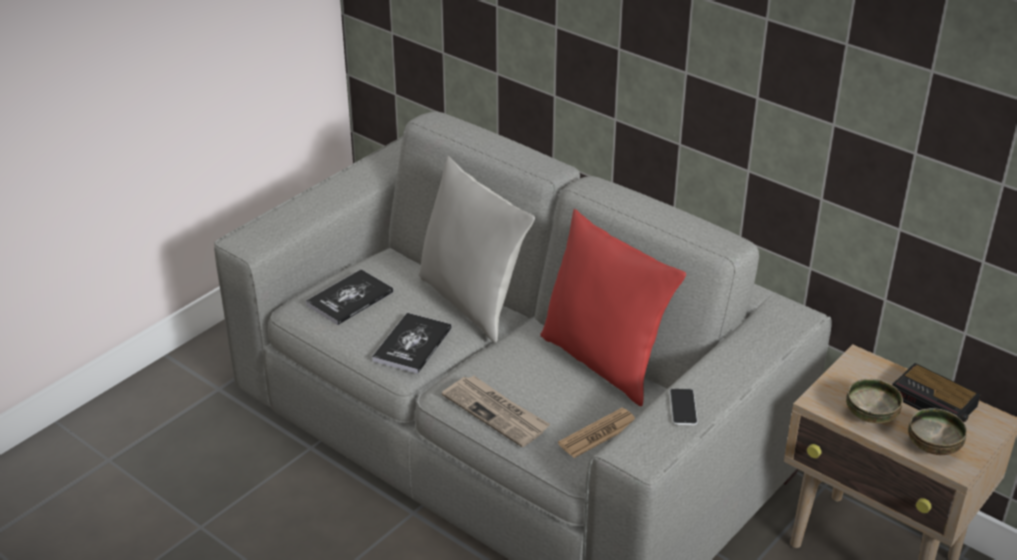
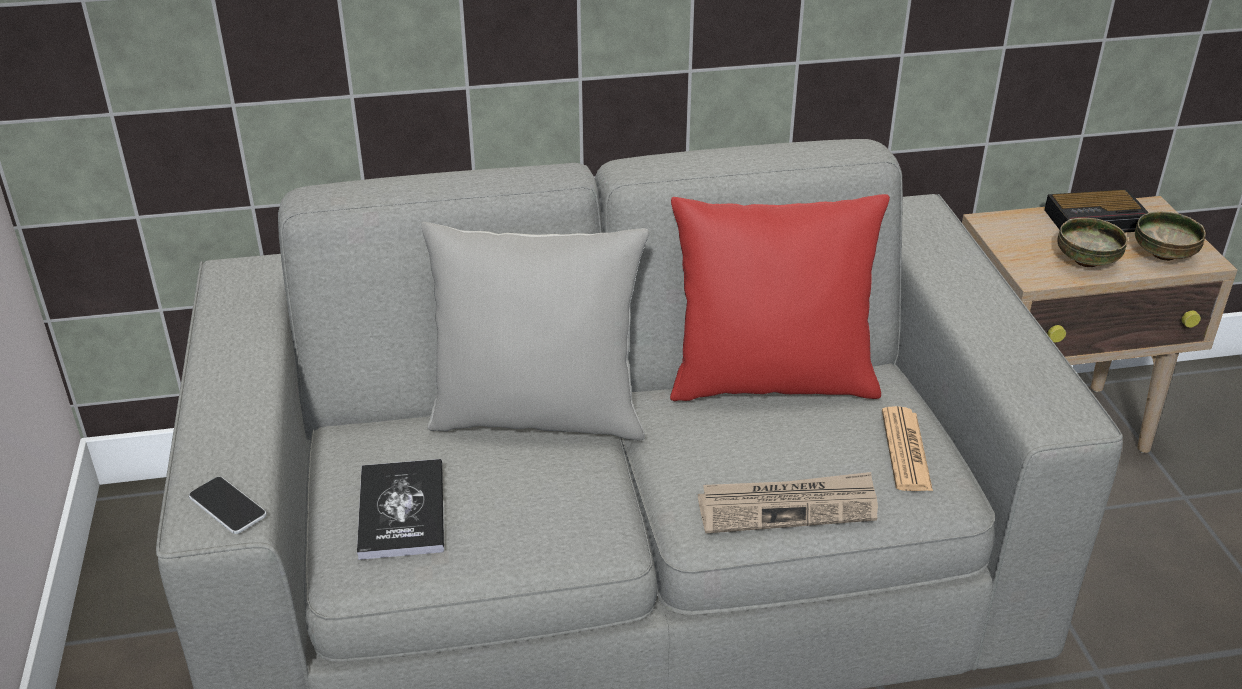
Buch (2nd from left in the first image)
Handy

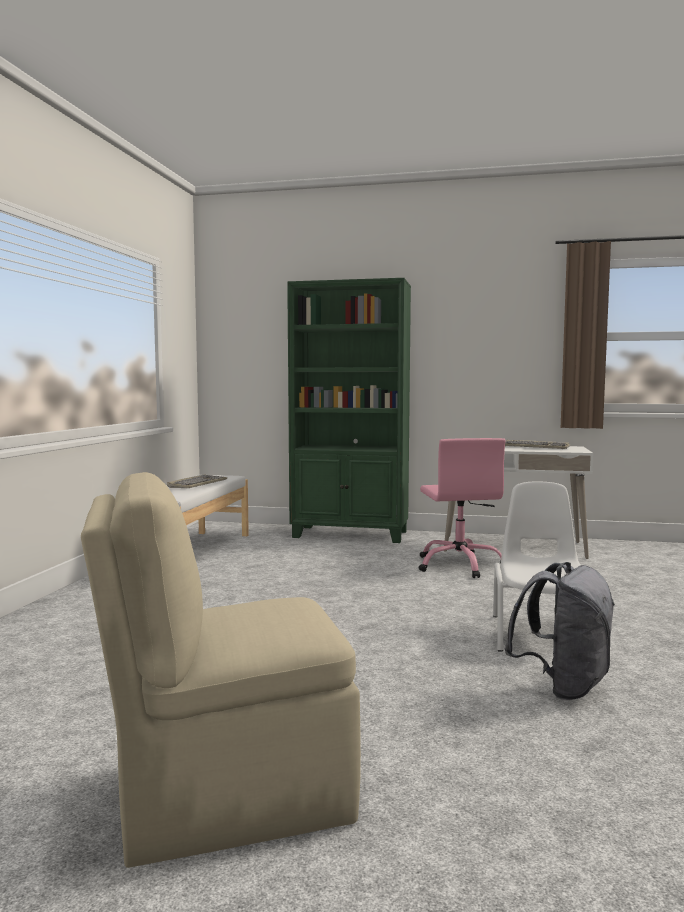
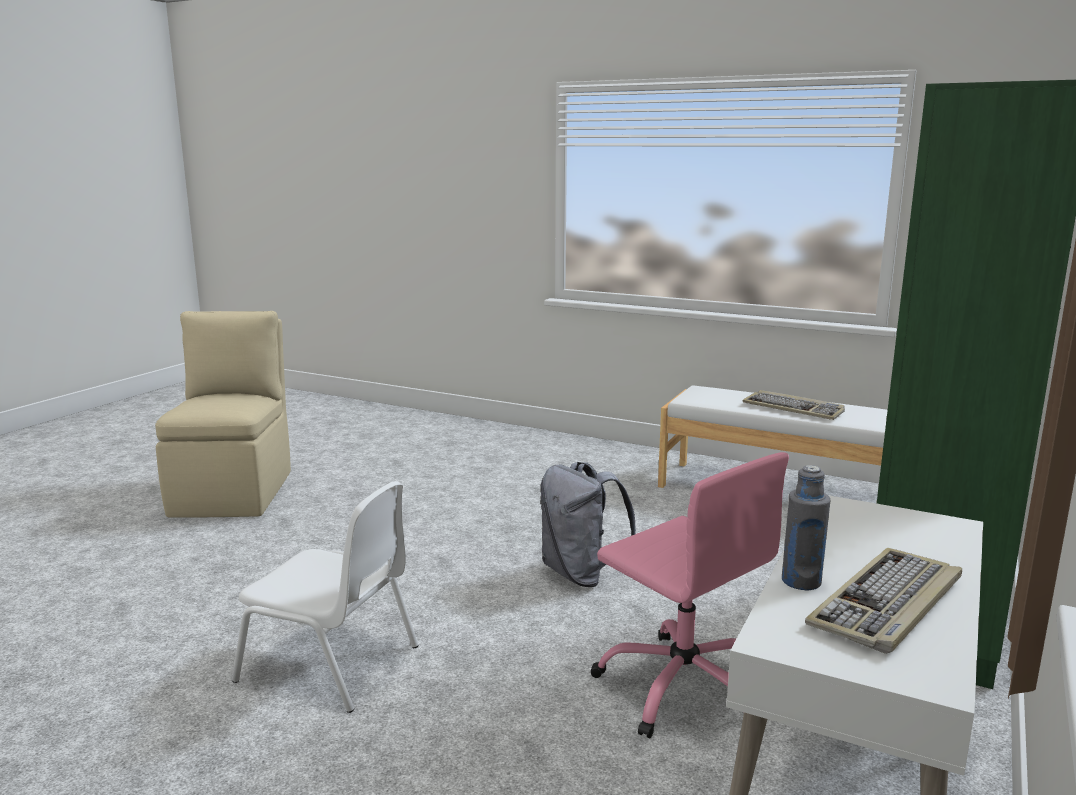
Bürostuhl (rosa)
Rucksack (grau)
Flasche (grau)

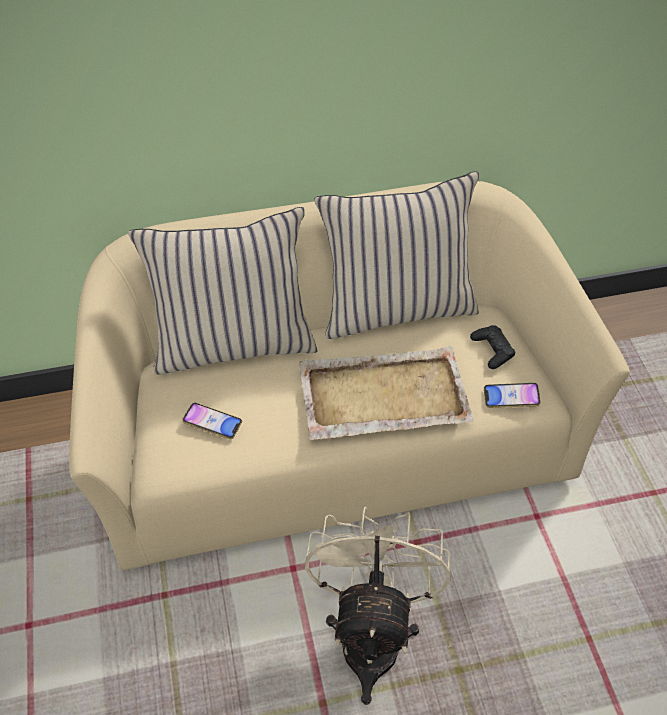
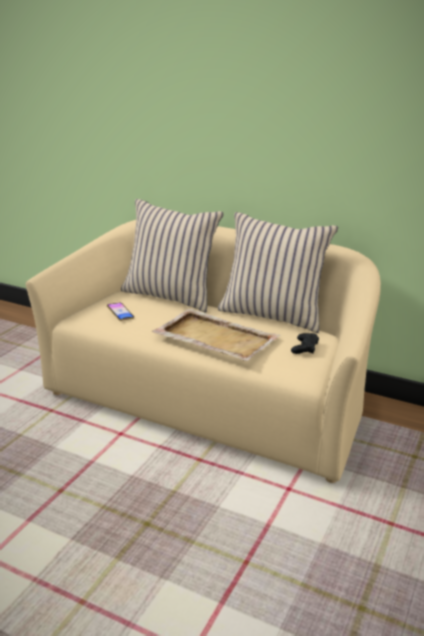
Ventilator (beige)
Handy (2nd from left in the first image)

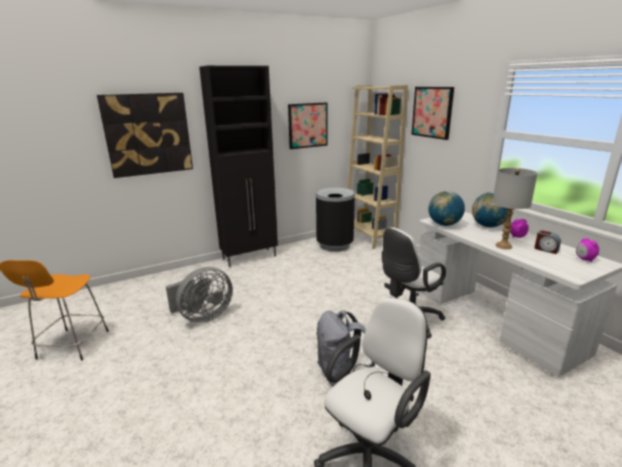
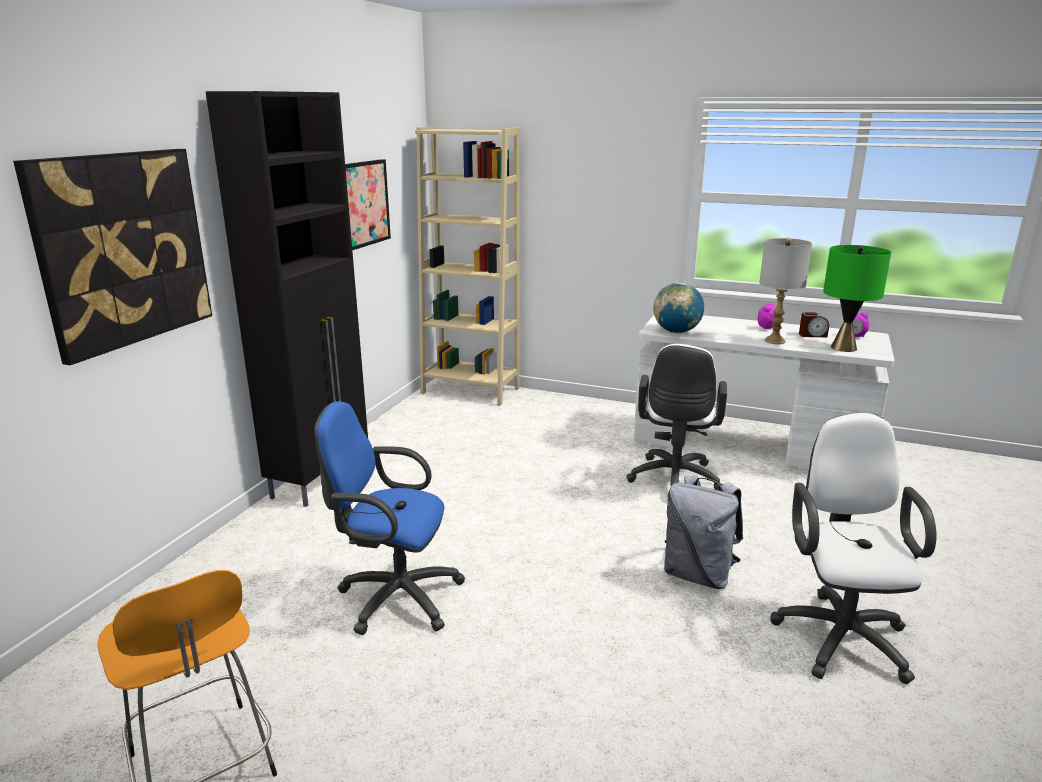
Bürostuhl (blau)
Mülleimer (schwarz)
Bild (3rd from left in the first image)
Globus (2nd from left in the first image)
Tischlampe (grün)

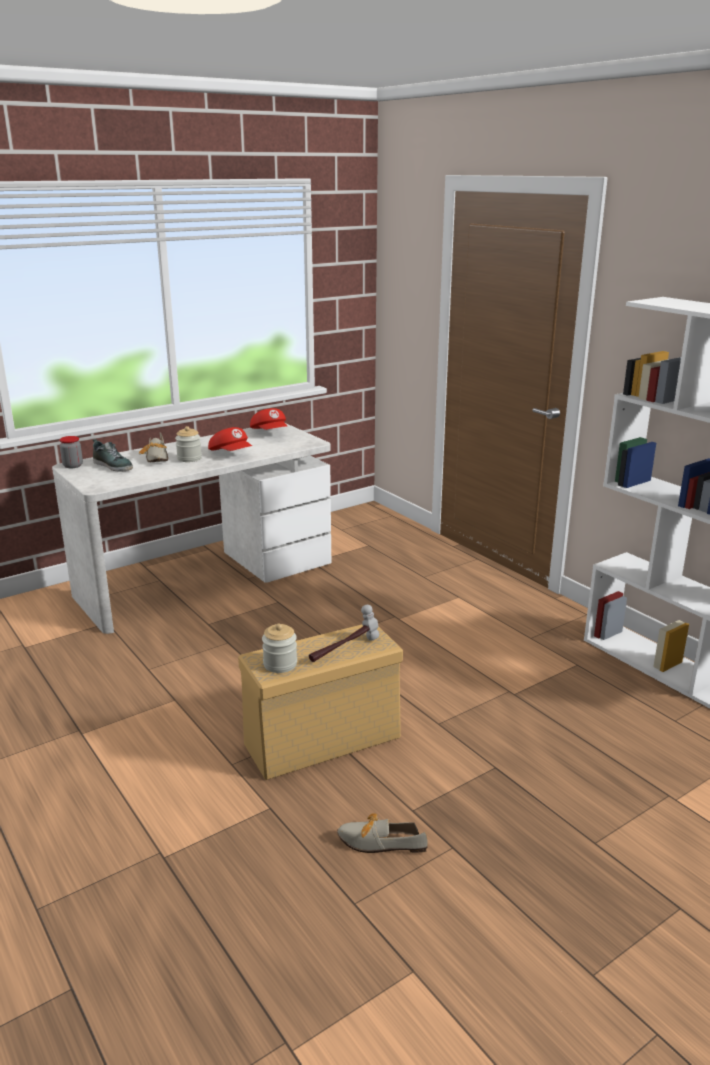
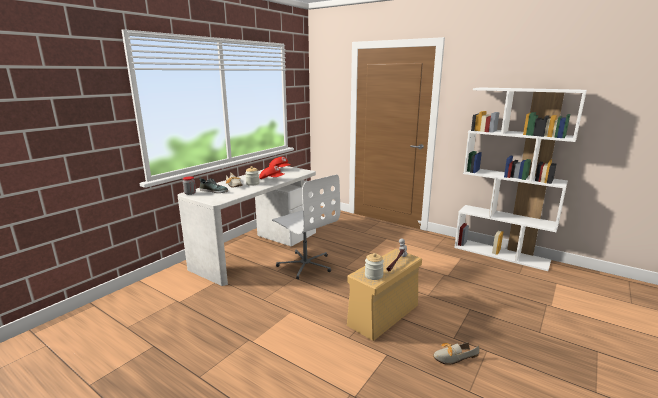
Bürostuhl (weiß)

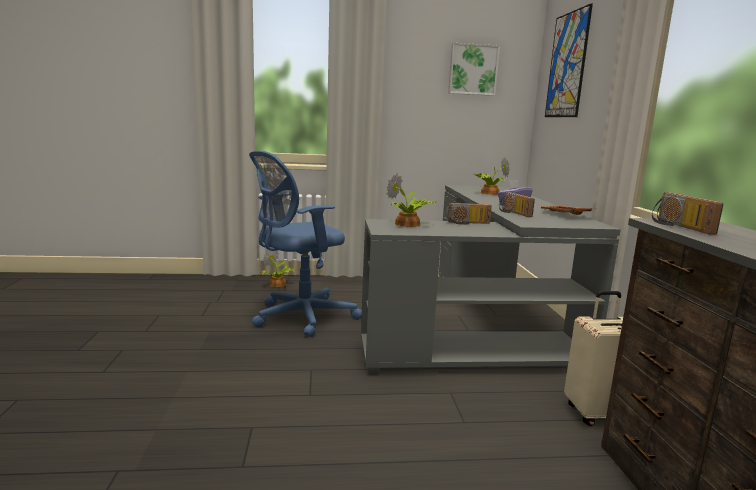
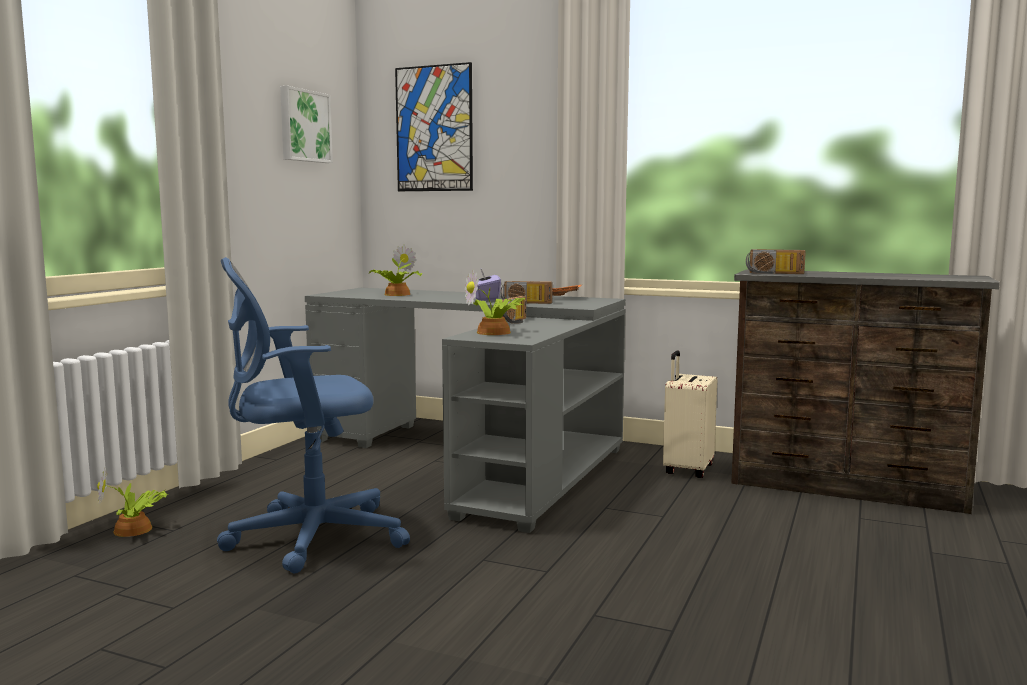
Bürostuhl (blau)

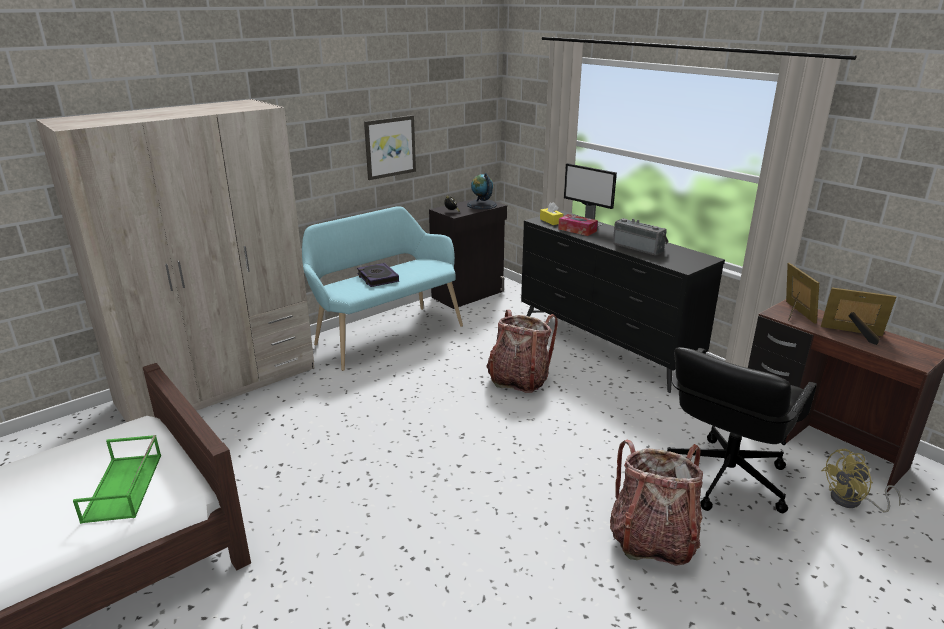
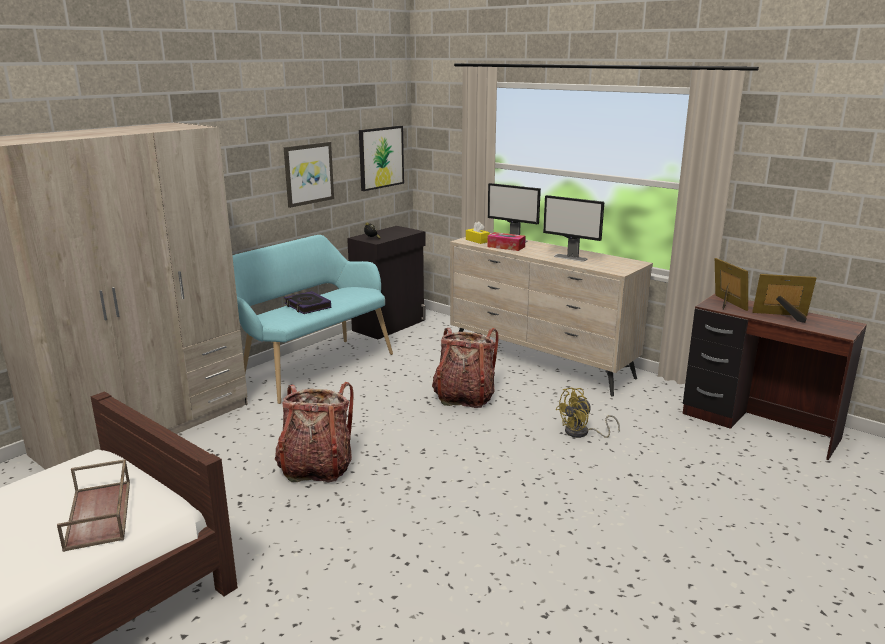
Tablett (braun)
Globus
Kommode (beige)
Rucksack (1st from left)
Monitor (2nd from left)
Bürostuhl (schwarz)
Ventilator (gelb)
Bild (2nd from left)

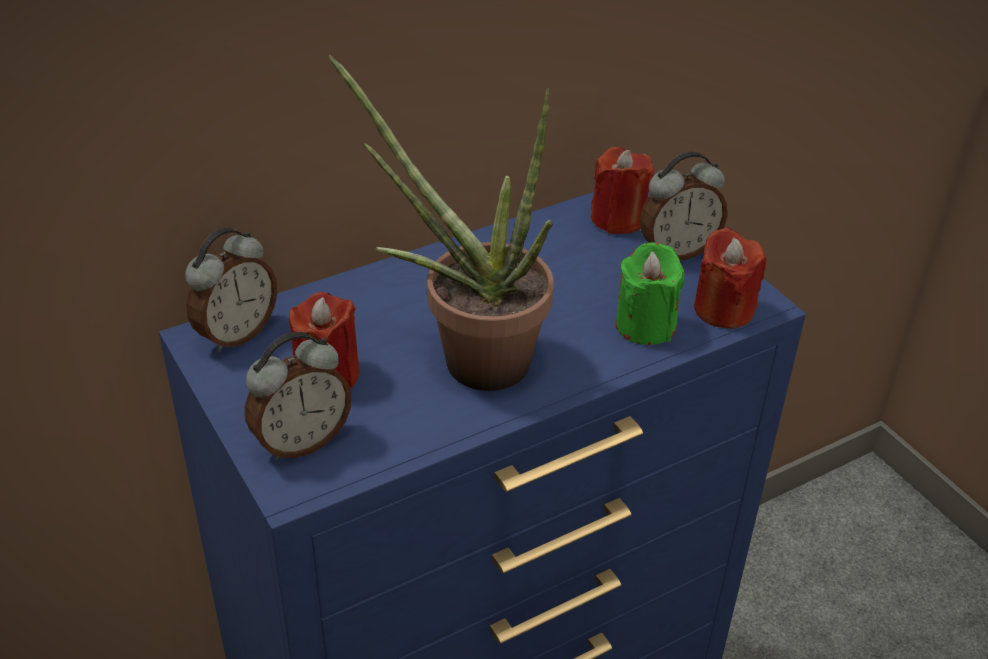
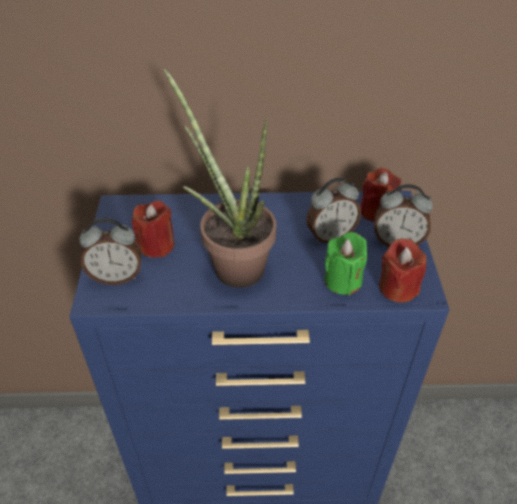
Wecker (2nd from left)

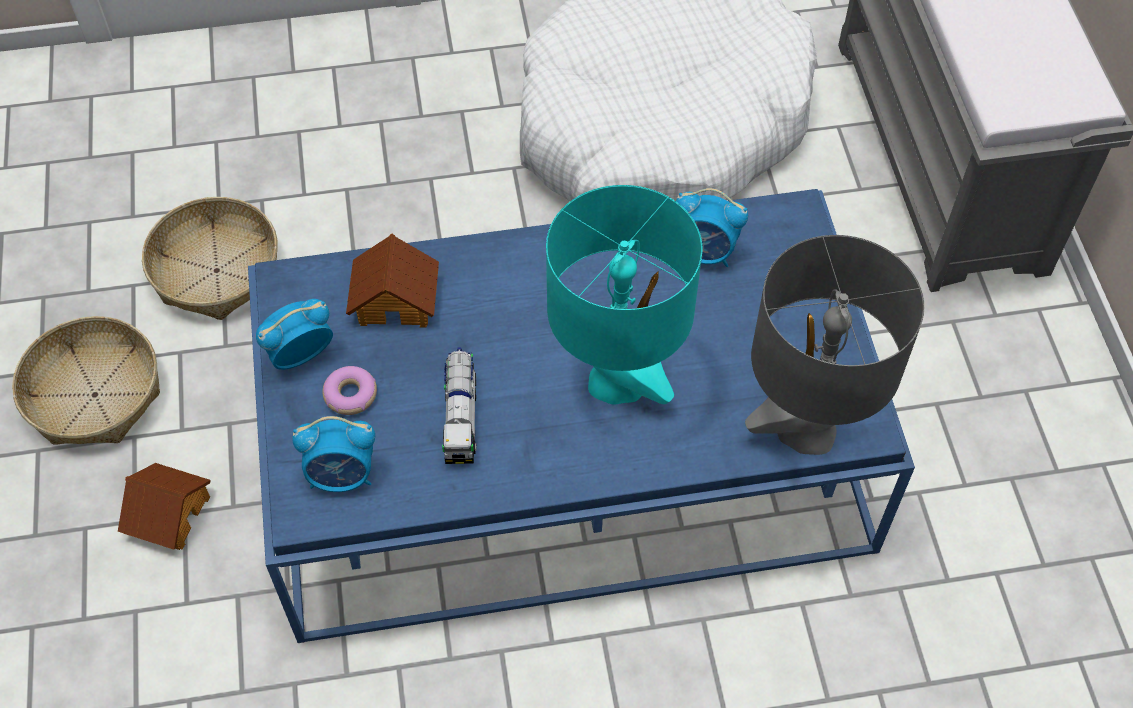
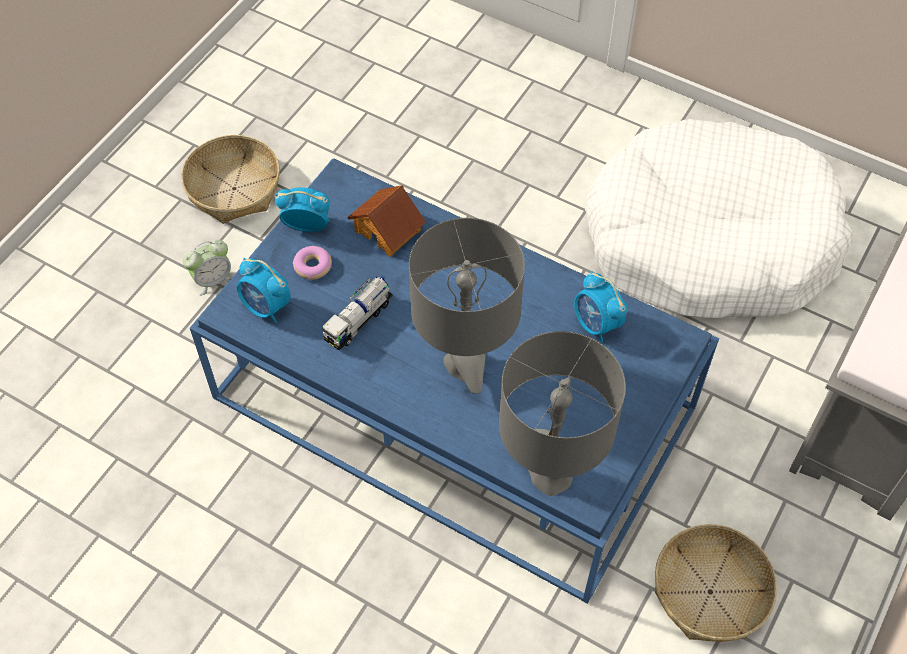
Wecker (1st from left)
Korb (2nd from left)
Tischlampe (grau) (1st from left)

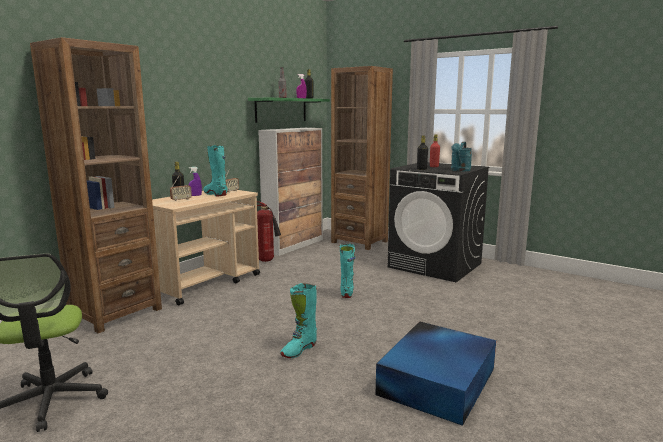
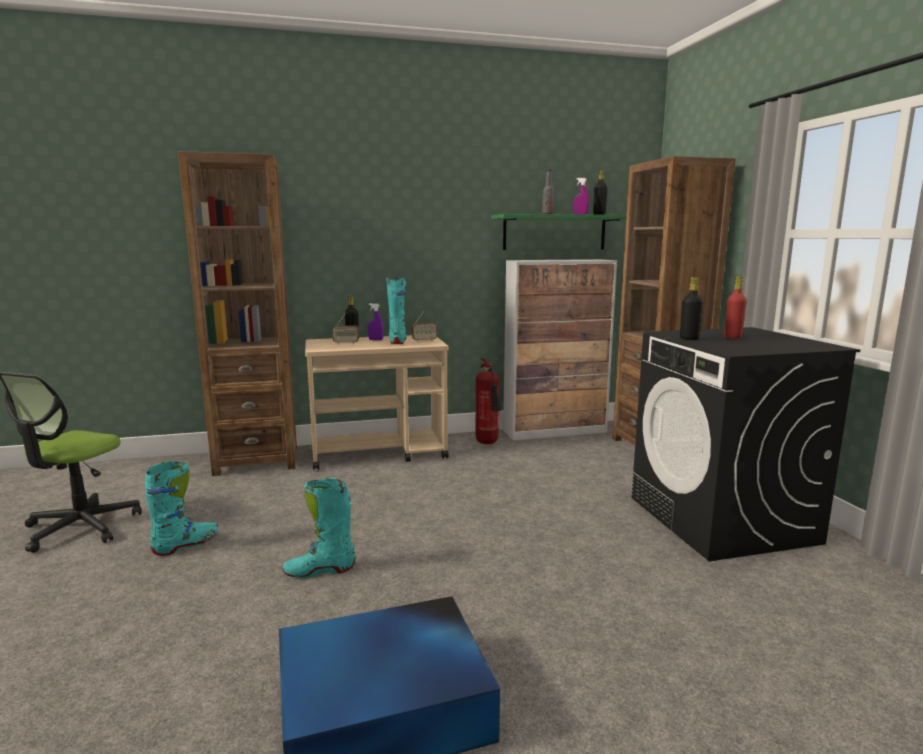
Stiefel (türkis) (1st from left)
Gießkanne (türkis)

